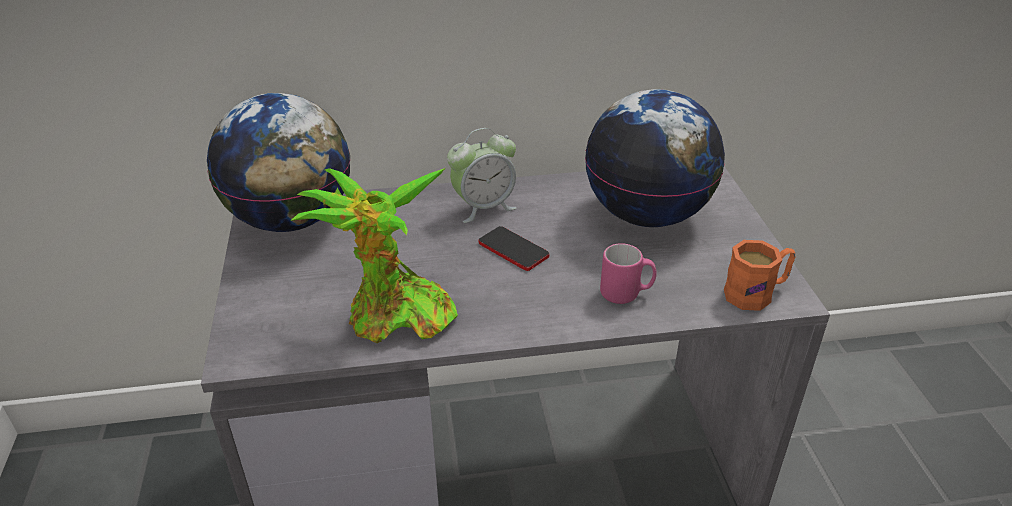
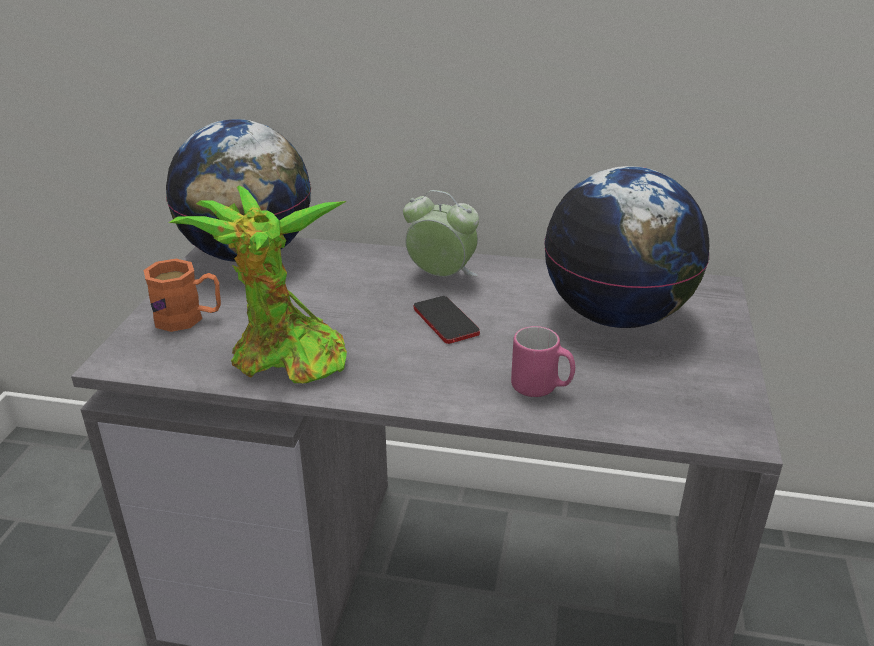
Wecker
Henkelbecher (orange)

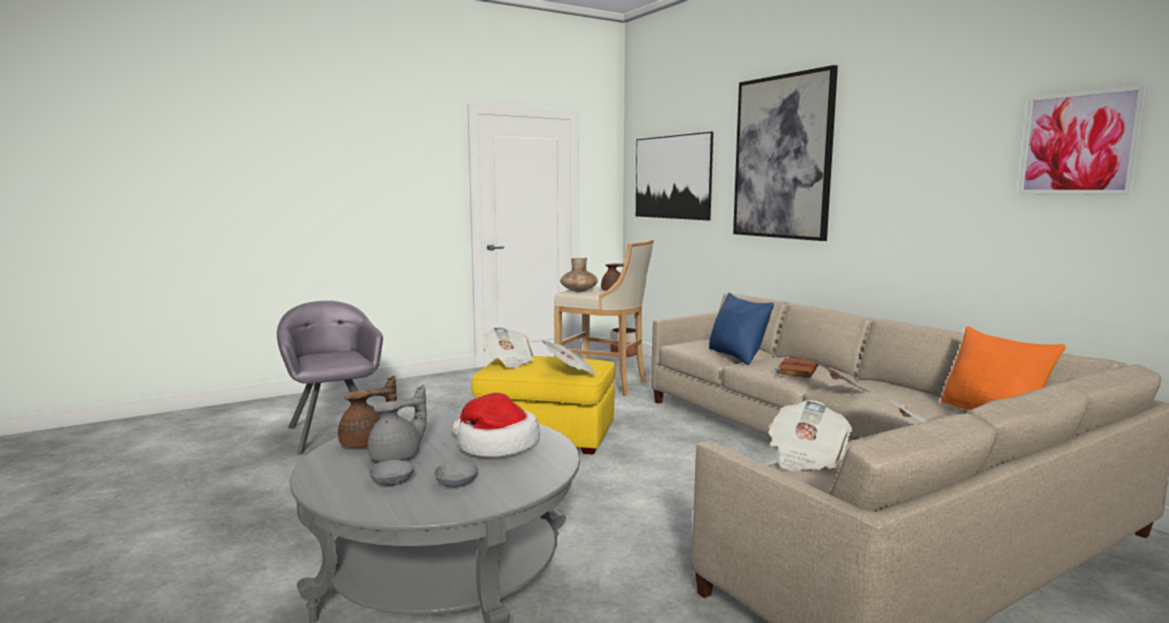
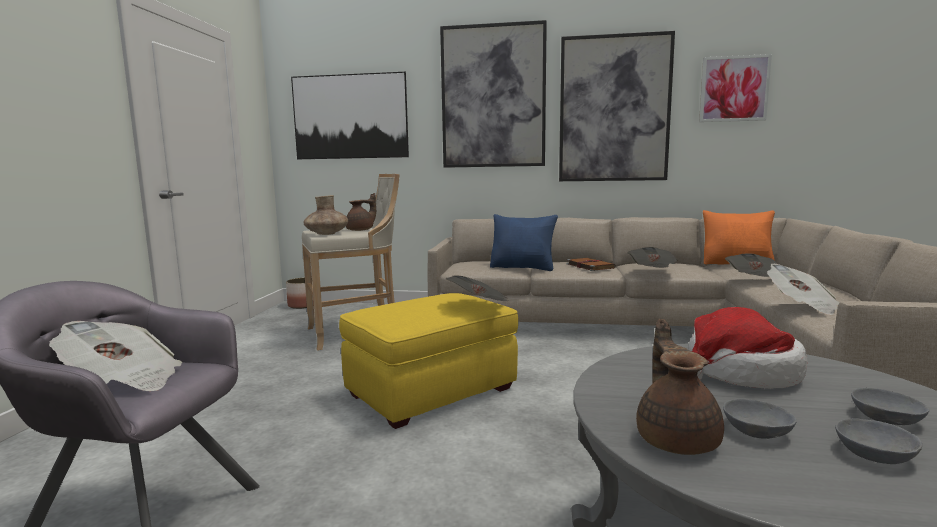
Schüssel (grau) (1st from left)
Zeitung (1st from left)
Bild (3rd from left)

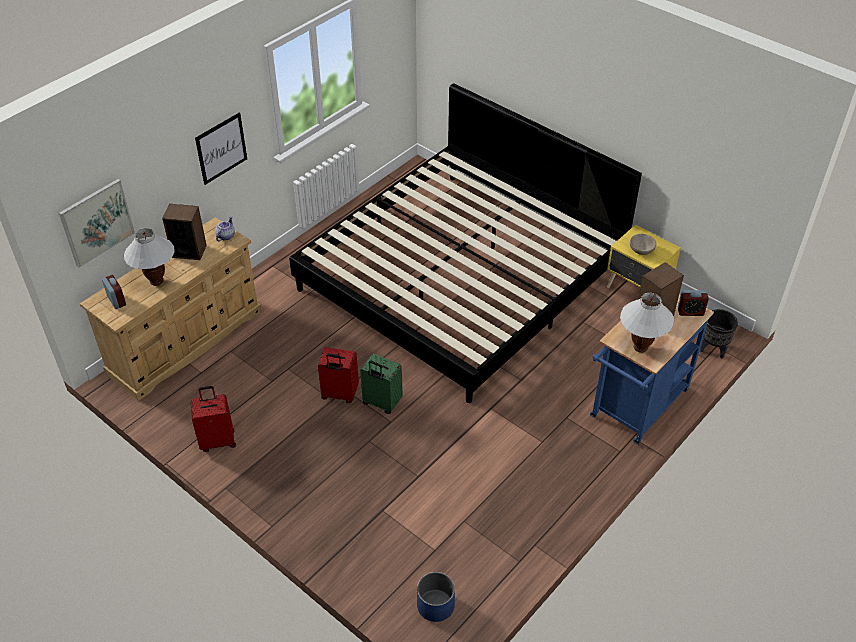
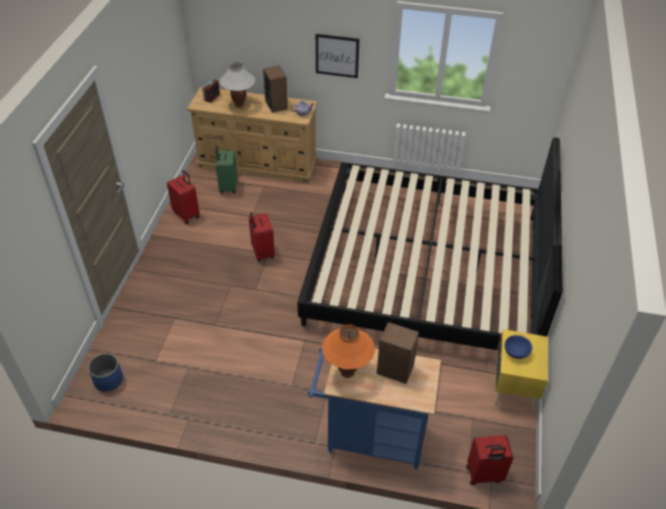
Bild (1st from left in the first image)
Koffer (grün)
Tischlampe (orange)
Schüssel (blau)
Wecker (2nd from left in the first image)
Koffer (rot) (3rd from left)

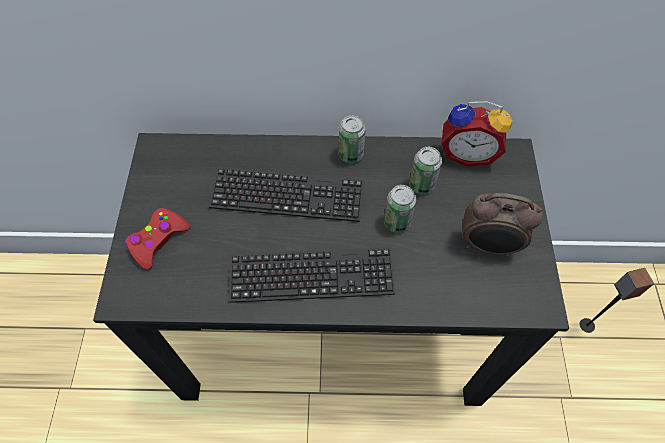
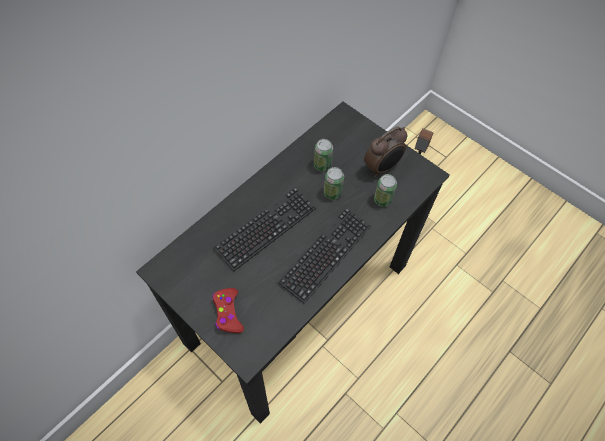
Dose (3rd from left)
Wecker (1st from left in the first image)

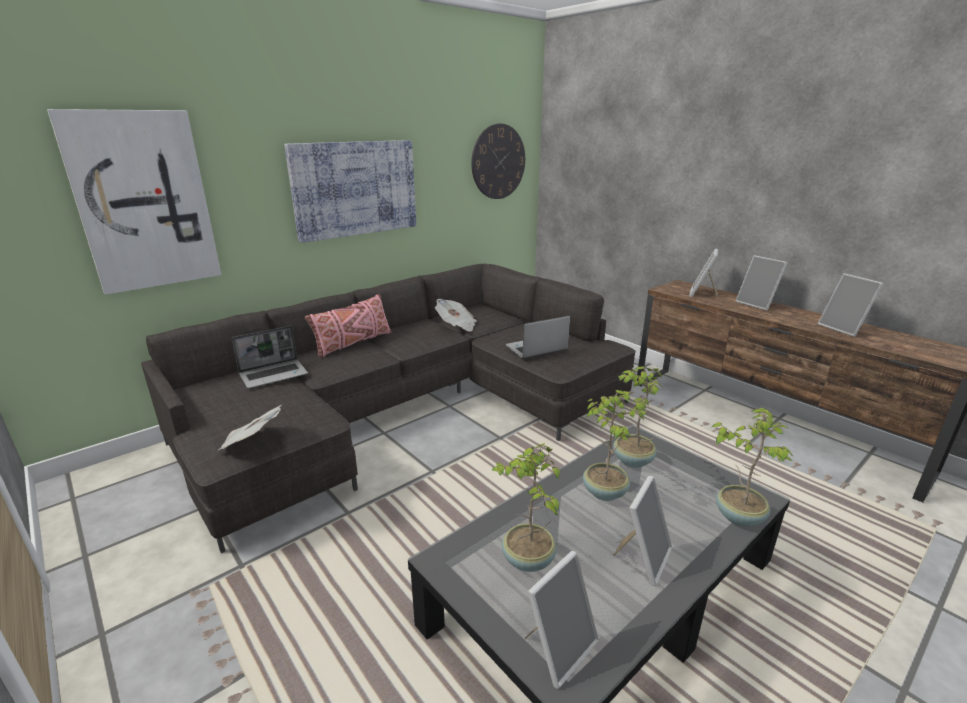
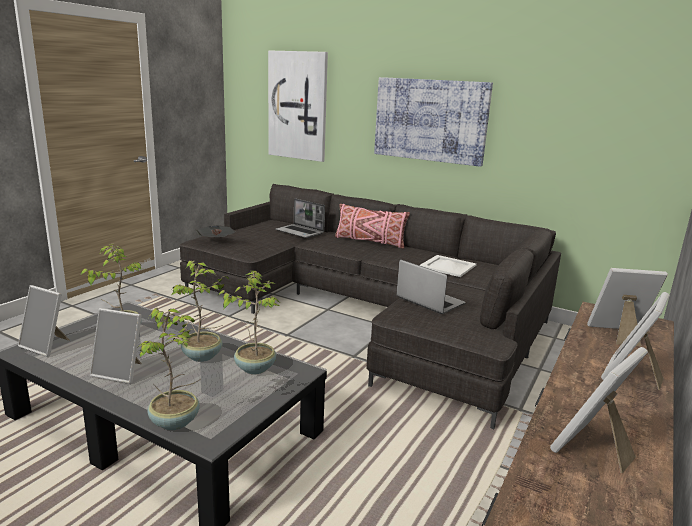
Tablett (weiß)
Wanduhr

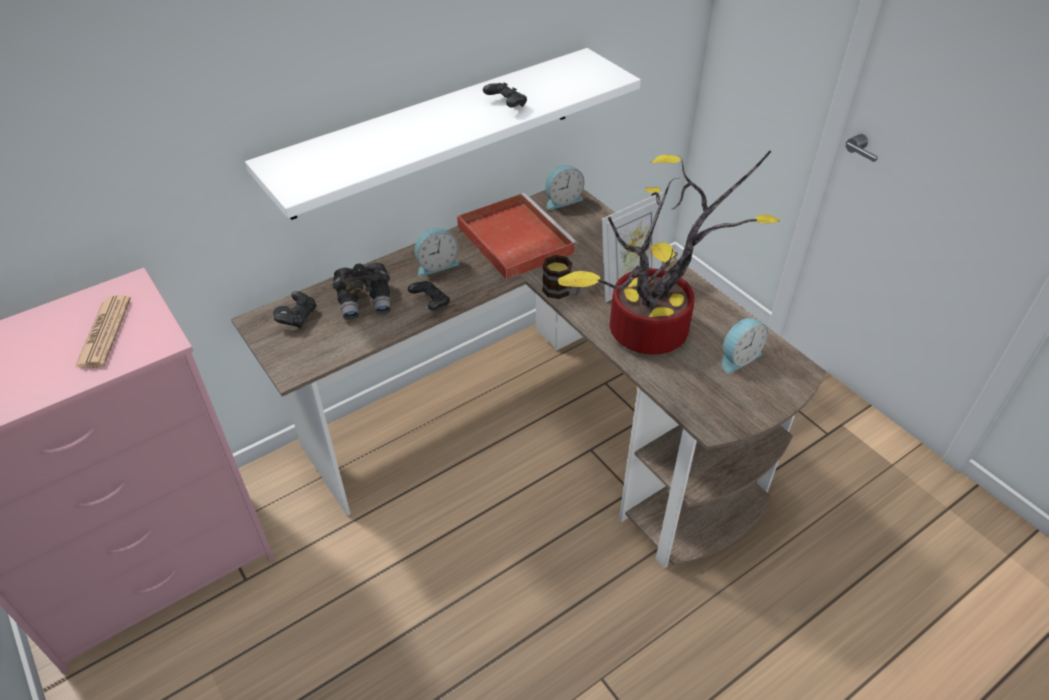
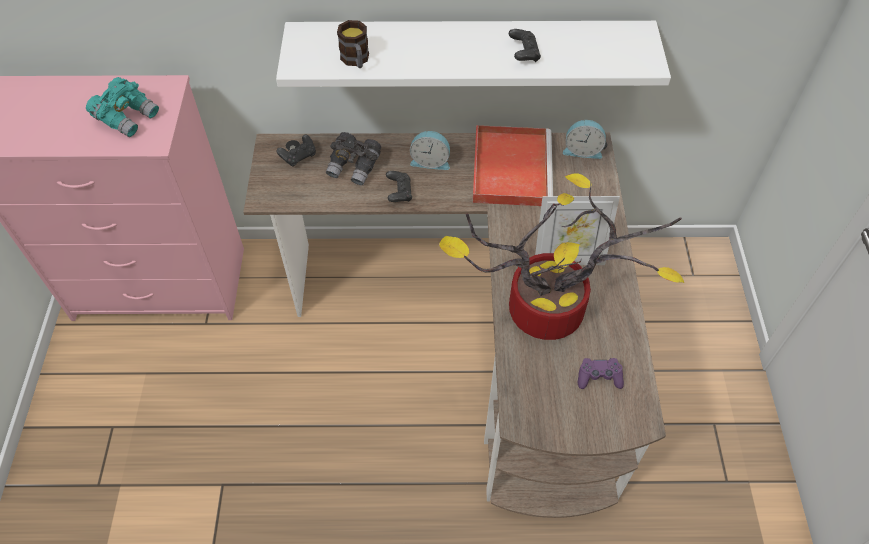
Fernglas (türkis)
Henkelbecher
Gamepad (lila)

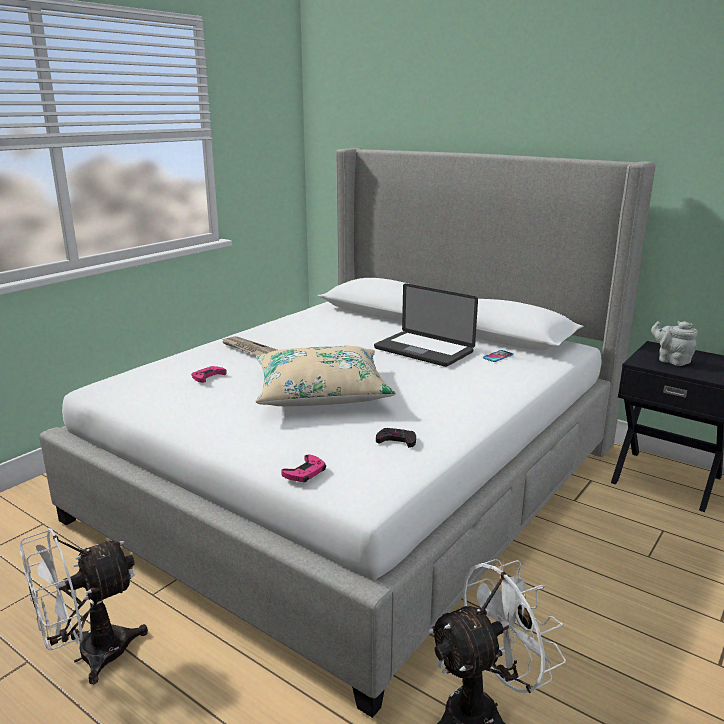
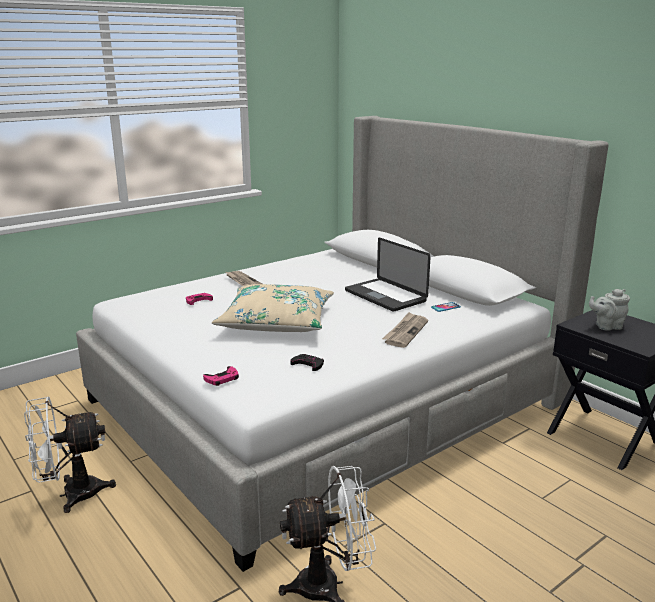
Teekanne (grau)
Zeitung (2nd from left)

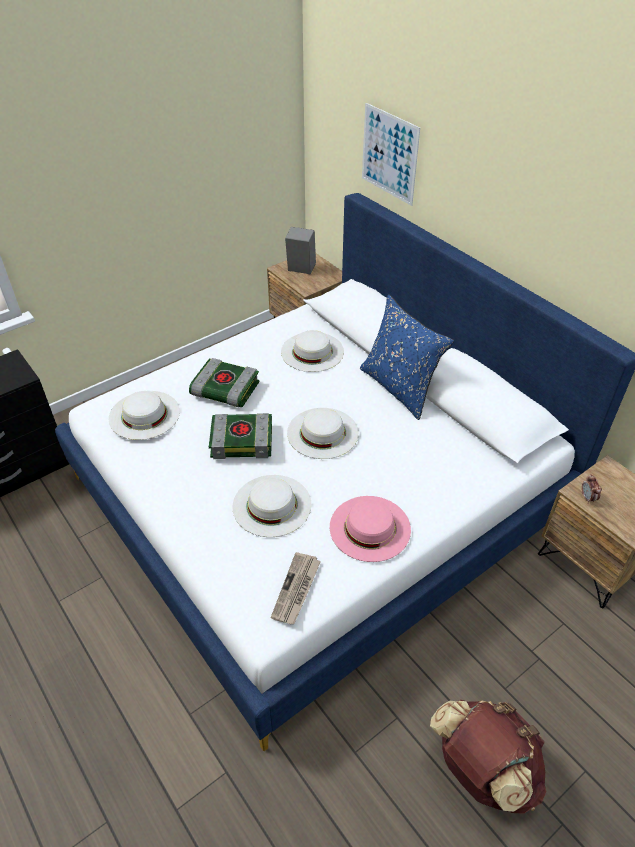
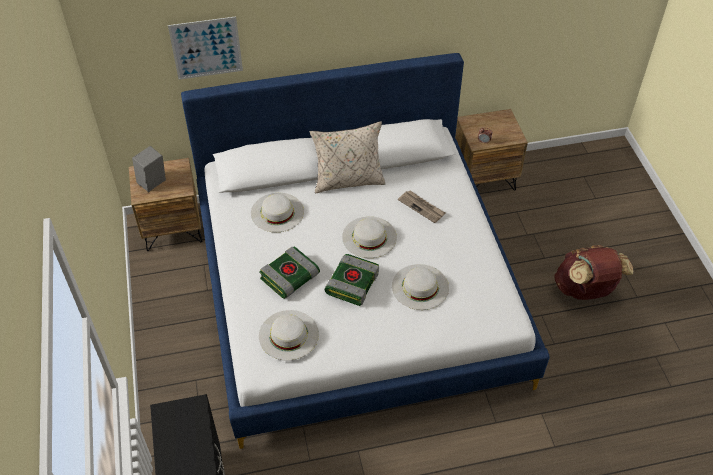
Zeitung
Hut (rosa)
Kissen (beige)

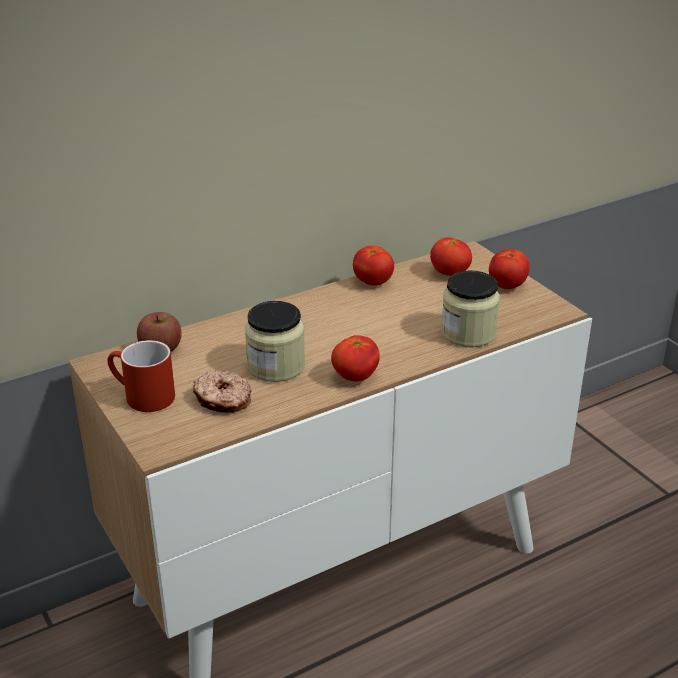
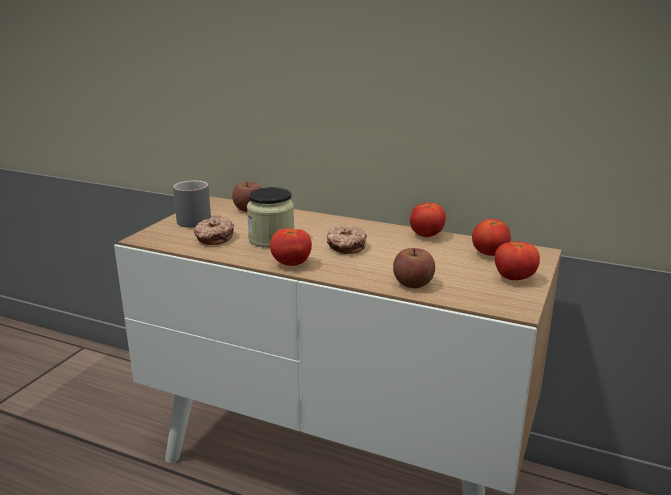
Henkelbecher (grau)
Apfel (2nd from left)
Donut (2nd from left)

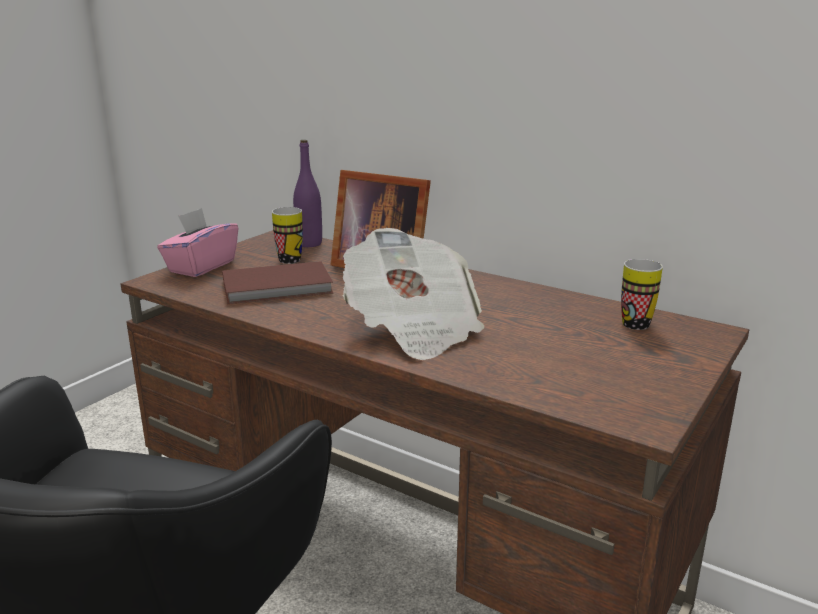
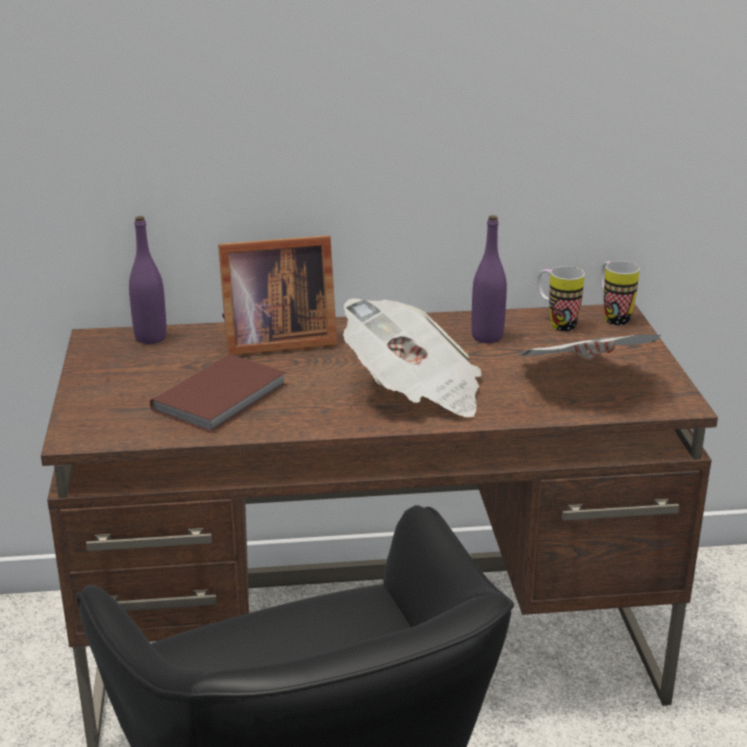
Taschentuchbox (rosa)
Henkelbecher (2nd from left)
Flasche (lila) (2nd from left)
Zeitung (2nd from left)

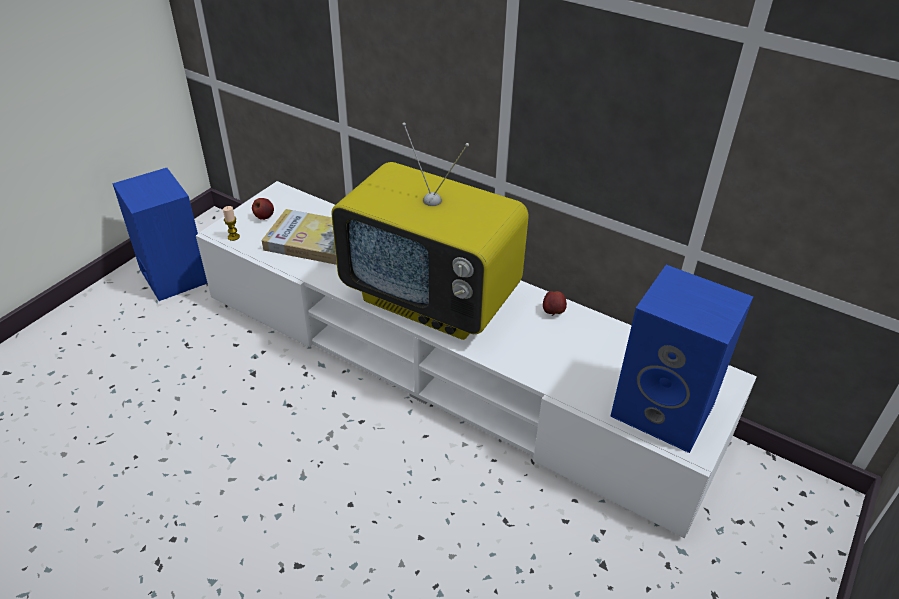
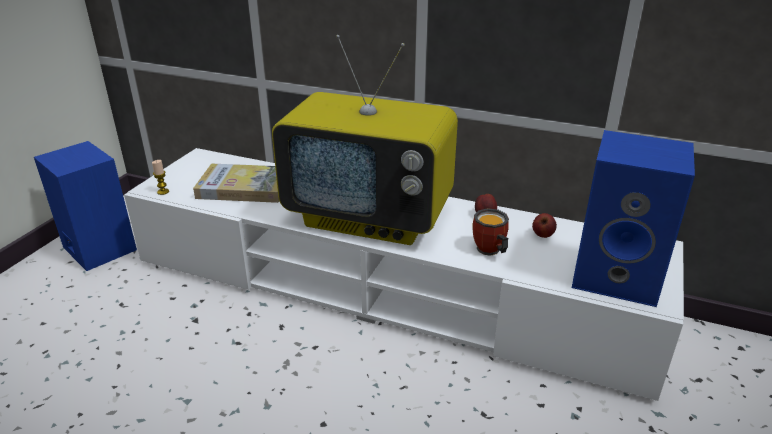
Apfel (2nd from left)
Henkelbecher

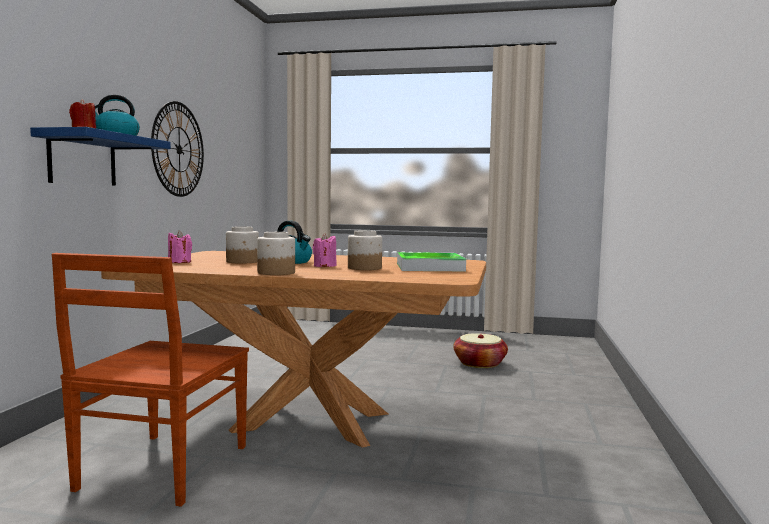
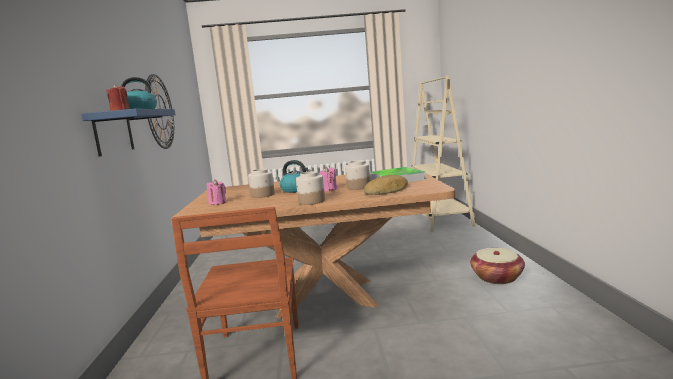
Korb
Brot
Bücherregal (beige)

